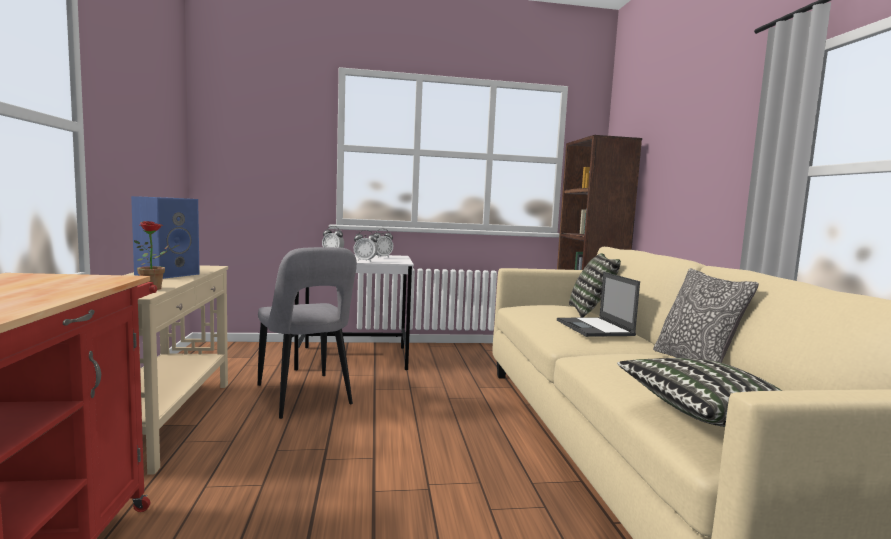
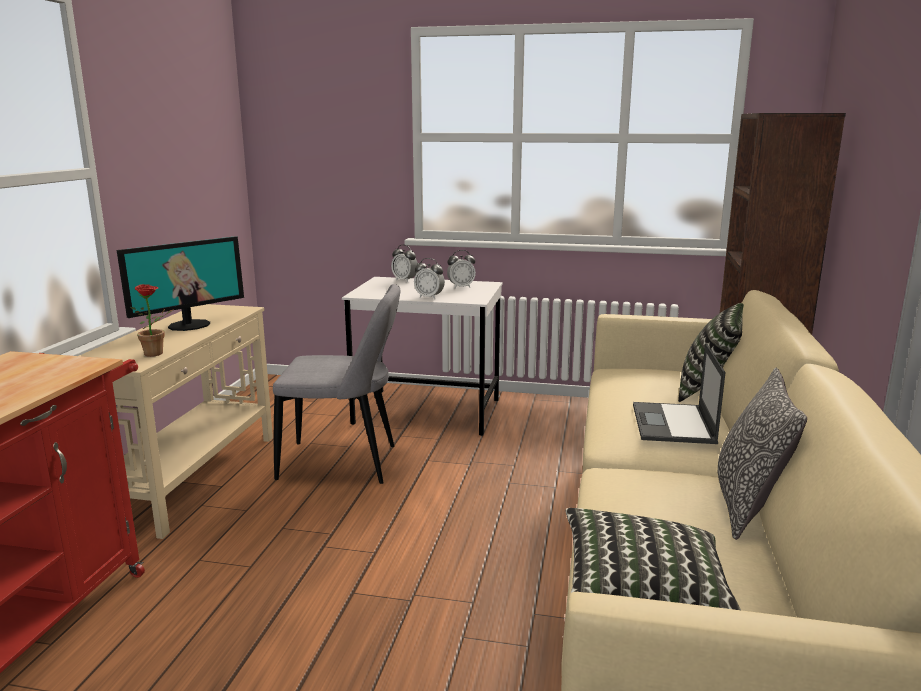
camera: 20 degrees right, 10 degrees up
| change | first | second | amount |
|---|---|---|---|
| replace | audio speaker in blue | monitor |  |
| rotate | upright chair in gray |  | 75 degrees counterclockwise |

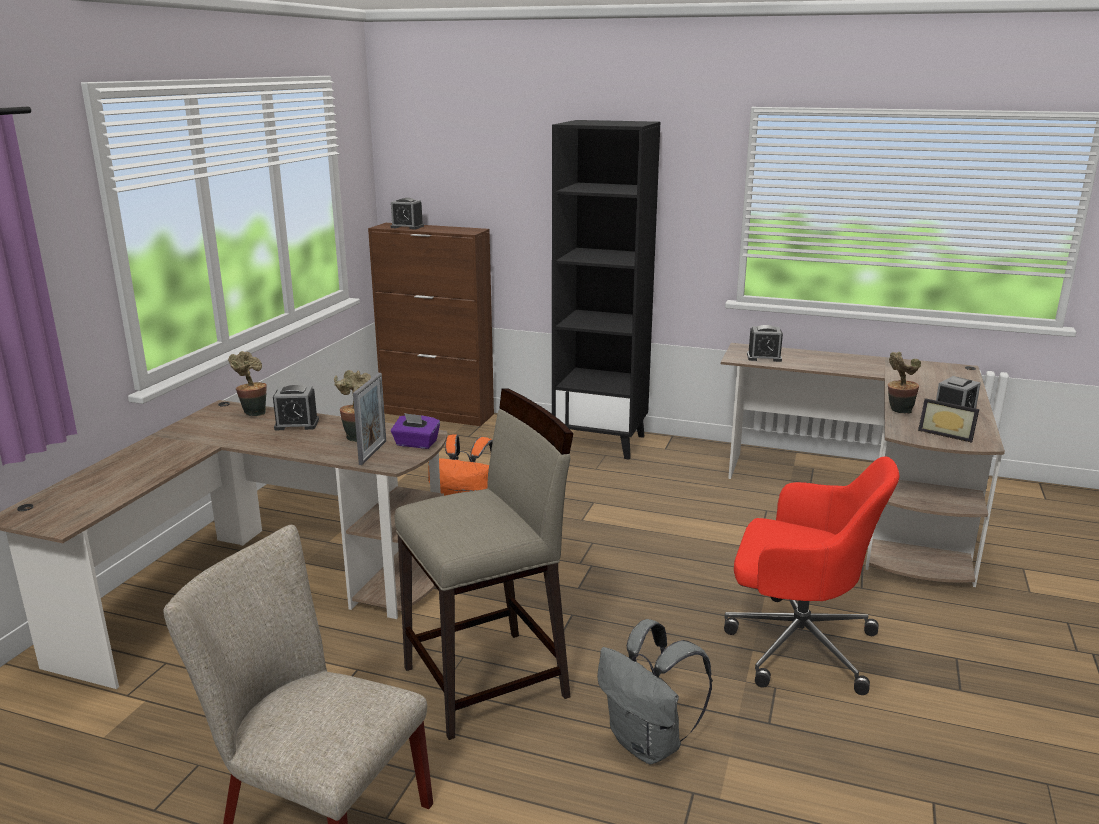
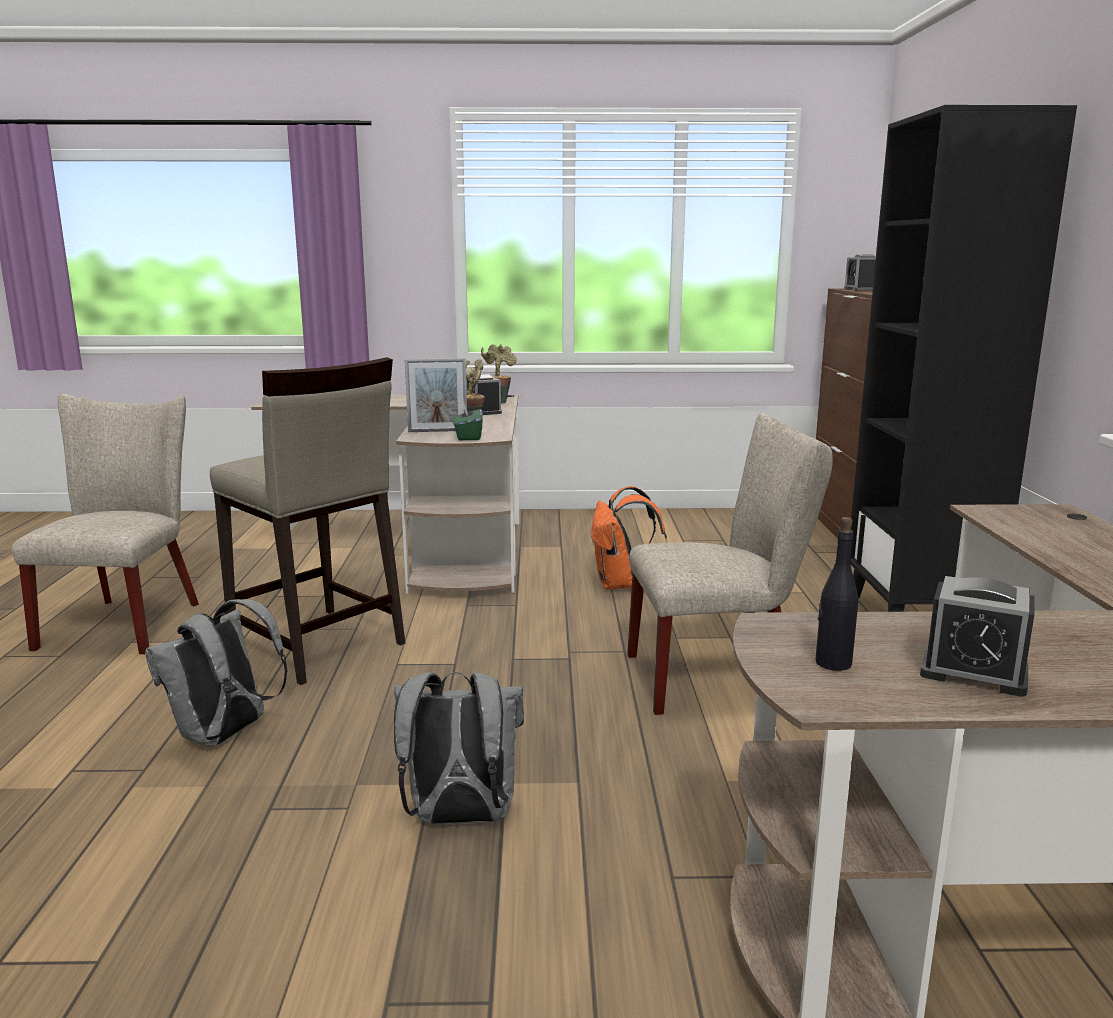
camera: 70 degrees right, 5 degrees down
| change | first | second | amount |
|---|---|---|---|
| replace | desk chair in reddish | knapsack in gray (2nd from left) |  |
| recolor | box of tissues in purplish | box of tissues in green-coloured |  |
| insert |  | upright chair in sand-coloured (2nd from left) |  |
| replace | standing frame (2nd from left) | bottle in black-coloured |  |
| delete | alarm clock (3rd from left) |  |  |
| delete | plant in a pot (3rd from left) |  |  |

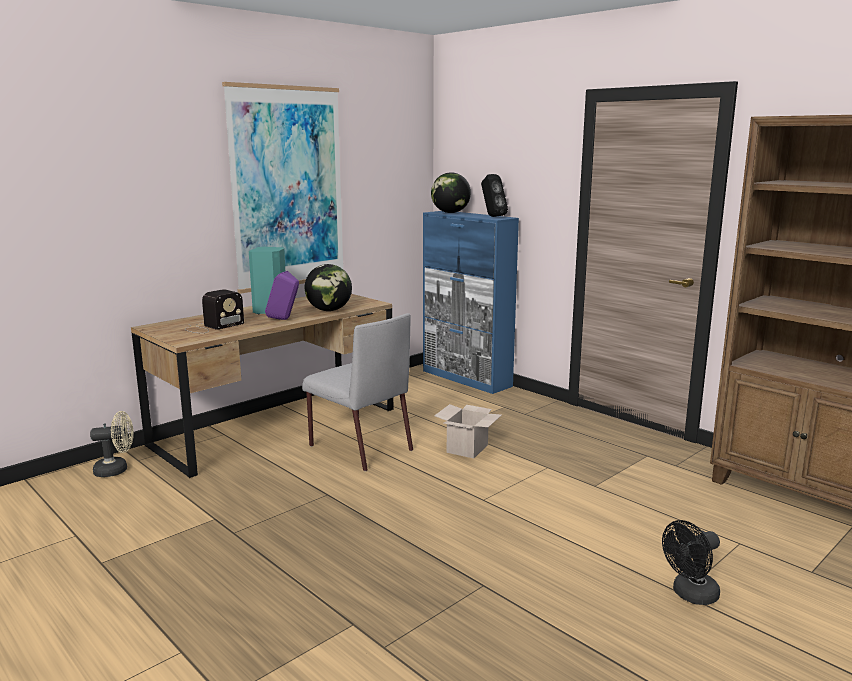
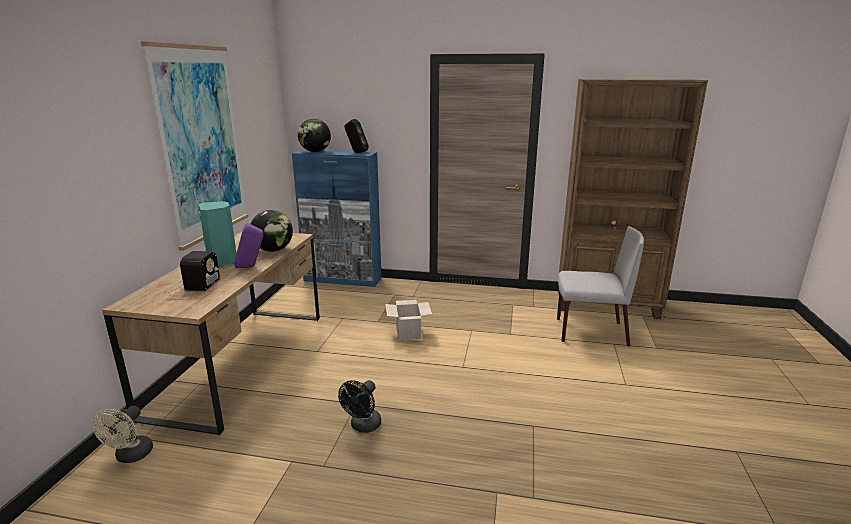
camera: 35 degrees left, 5 degrees up
| change | first | second | amount |
|---|---|---|---|
| rotate | electric fan in sand-coloured |  | 150 degrees clockwise |
| move | electric fan in black-coloured |  |  |
| move | upright chair in gray |  |  |

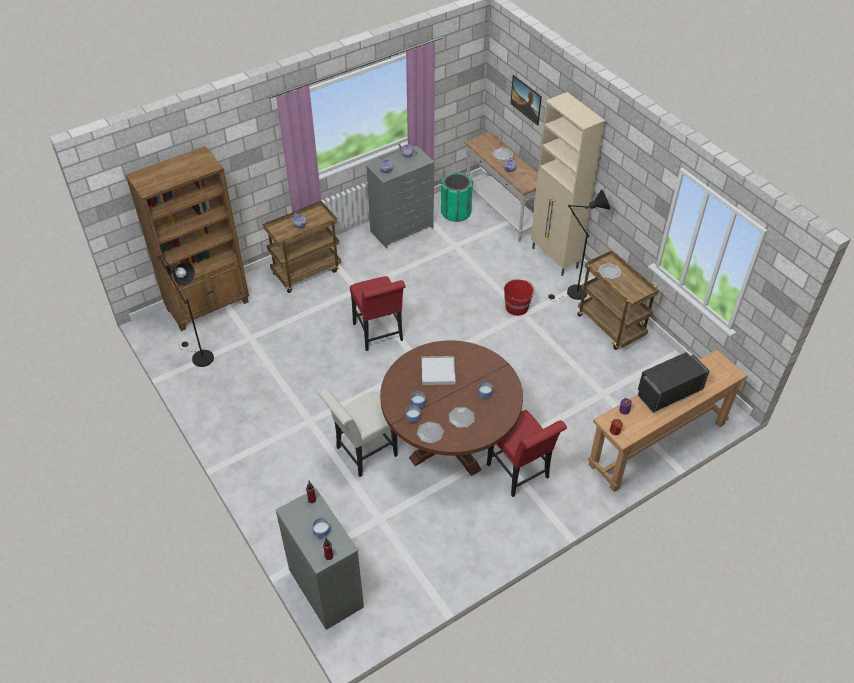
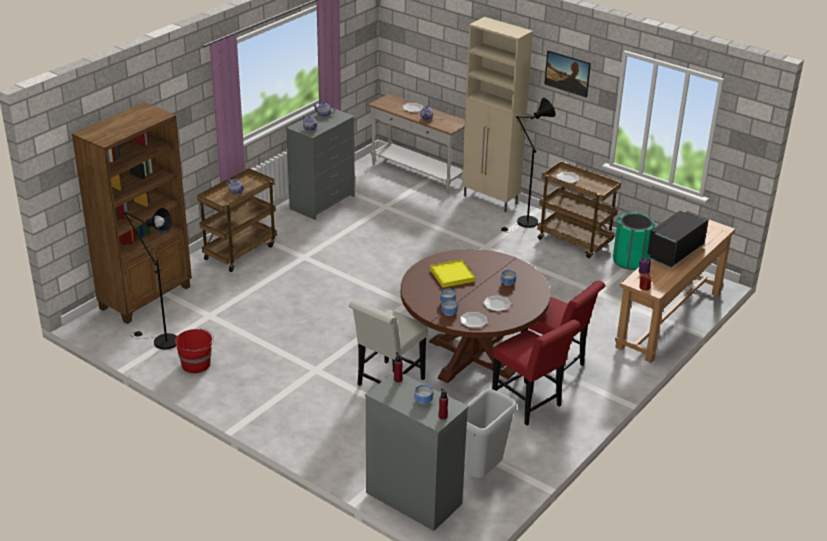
camera: 20 degrees left, 15 degrees down
| change | first | second | amount |
|---|---|---|---|
| move | bucket in reddish |  |  |
| recolor | carrying tray in whitish | carrying tray in yellowish |  |
| insert |  | rubbish bin in gray |  |
| move | upright chair in reddish (1st from left) |  |  |
| move | wall art |  |  |
| move | rubbish bin in green-coloured |  |  |

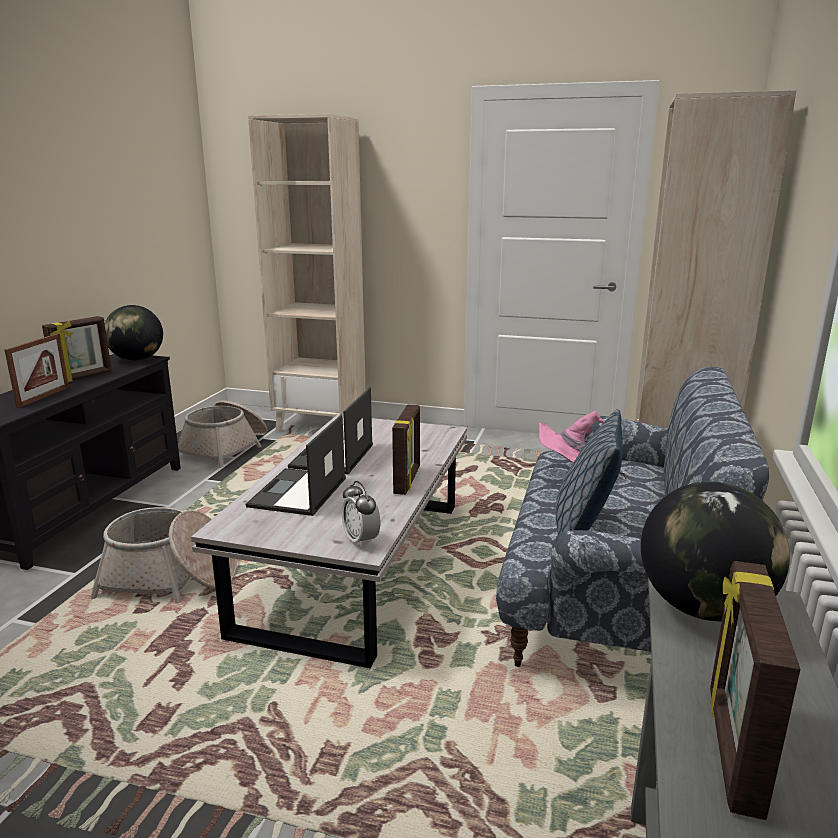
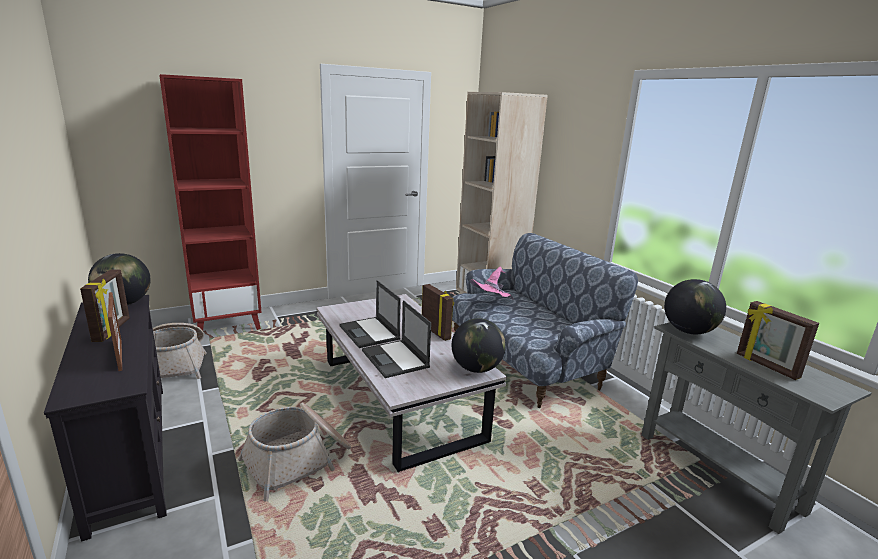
camera: 45 degrees left, 0 degrees up
| change | first | second | amount |
|---|---|---|---|
| recolor | bookshelf in sand-coloured (1st from left) | bookshelf in reddish |  |
| replace | alarm clock | world globe (2nd from left) |  |
| delete | pillow |  |  |

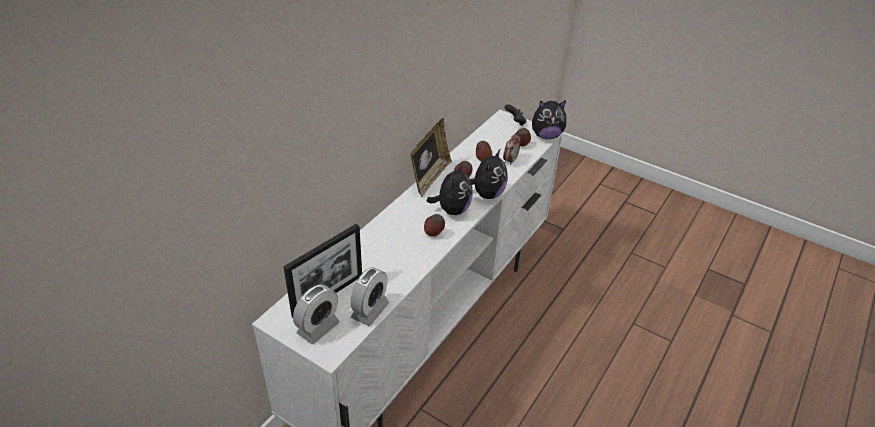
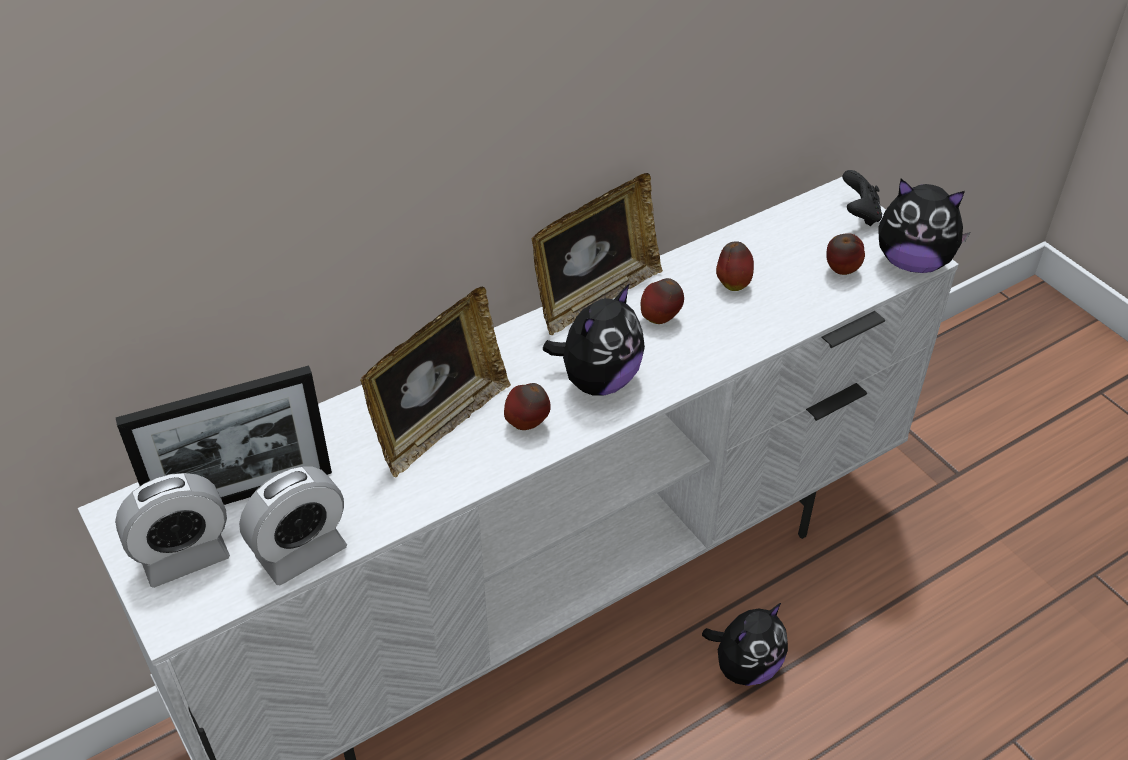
camera: 25 degrees right, 5 degrees up
| change | first | second | amount |
|---|---|---|---|
| insert |  | standing frame (2nd from left) |  |
| move | plush toy (2nd from left) |  |  |
| delete | alarm clock (3rd from left) |  |  |

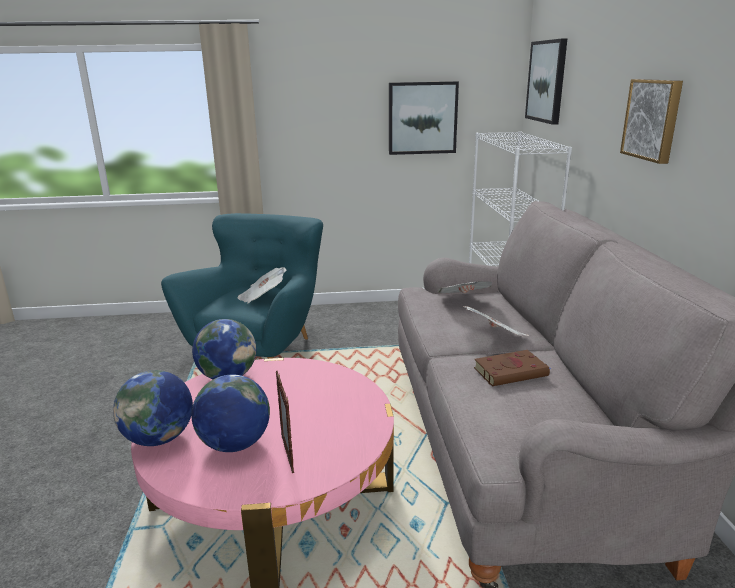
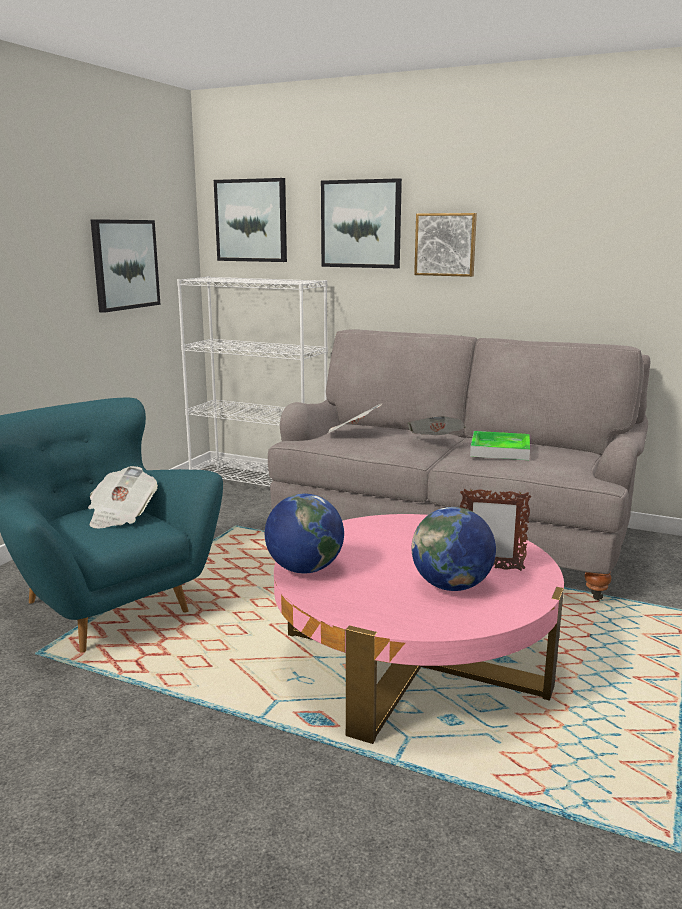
camera: 60 degrees left, 5 degrees down
| change | first | second | amount |
|---|---|---|---|
| insert |  | wall art (3rd from left) |  |
| replace | book in brownish | carrying tray |  |
| delete | world globe (1st from left) |  |  |

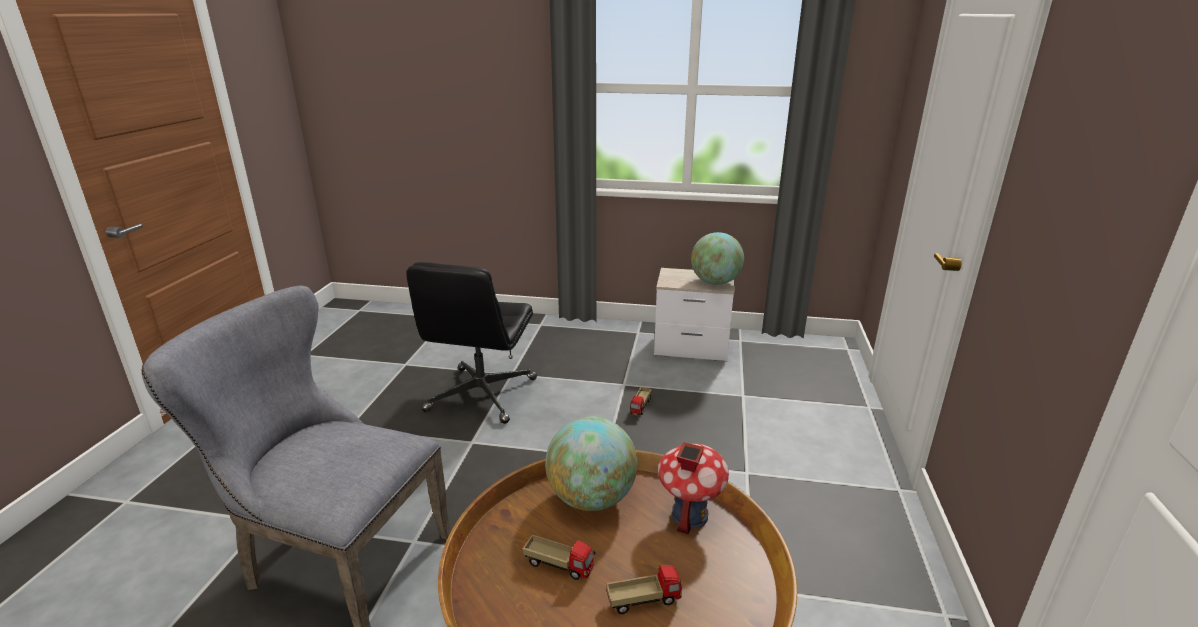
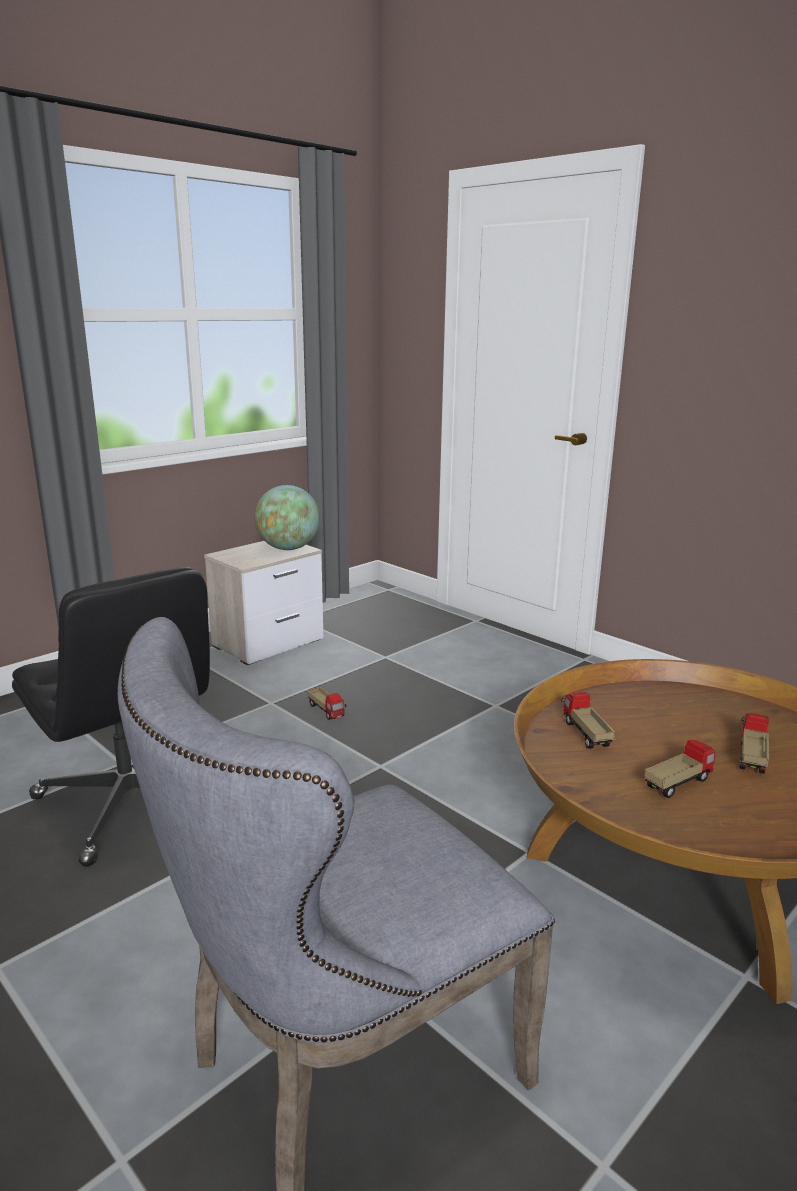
camera: 55 degrees left, 5 degrees down
| change | first | second | amount |
|---|---|---|---|
| replace | world globe (1st from left) | toy lorry (2nd from left) |  |
| delete | miniature house |  |  |

